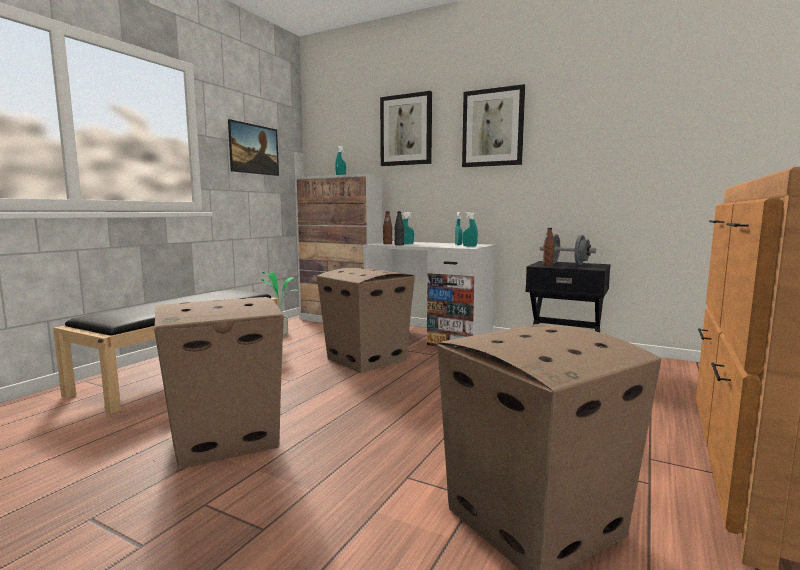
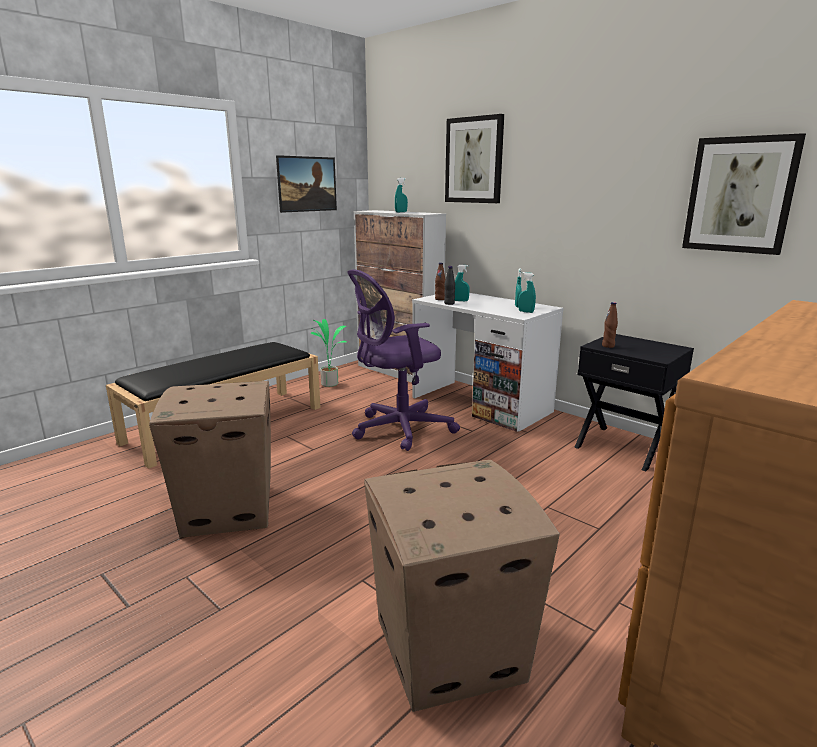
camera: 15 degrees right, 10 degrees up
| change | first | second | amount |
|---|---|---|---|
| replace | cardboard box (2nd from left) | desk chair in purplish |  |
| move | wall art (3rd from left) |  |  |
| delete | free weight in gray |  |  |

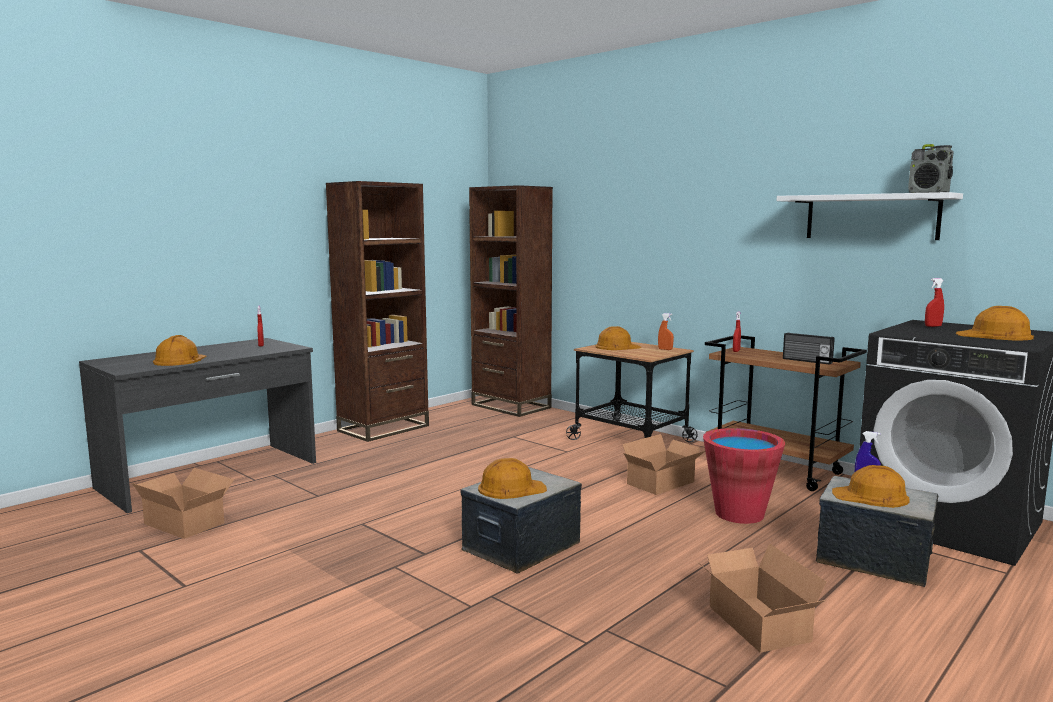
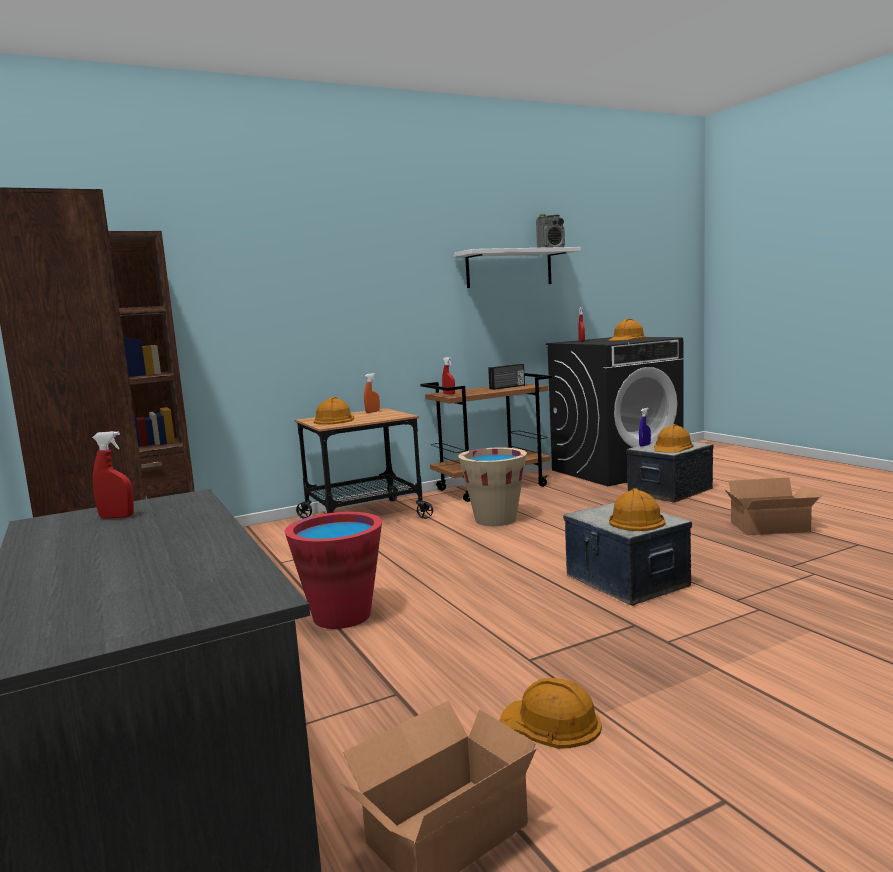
camera: 70 degrees left, 0 degrees up
| change | first | second | amount |
|---|---|---|---|
| move | bucket in reddish |  |  |
| replace | cardboard box (2nd from left) | bucket in sand-coloured |  |
| move | work helmet in orange (1st from left in the first image) | work helmet in orange (2nd from left) |  |

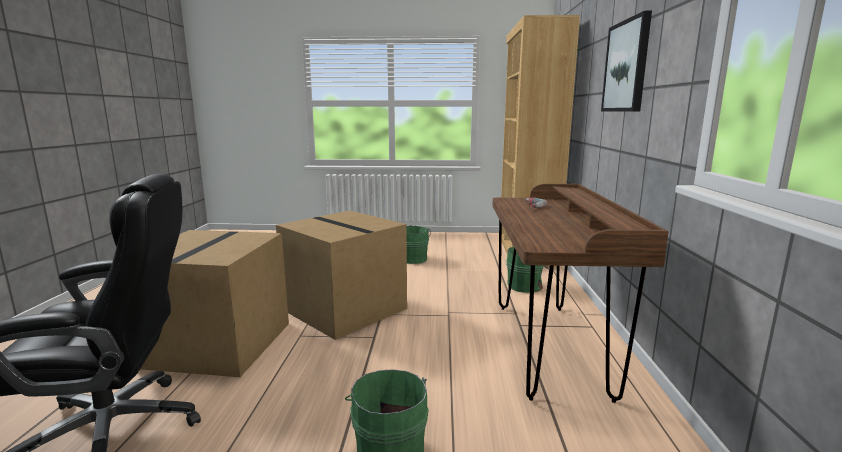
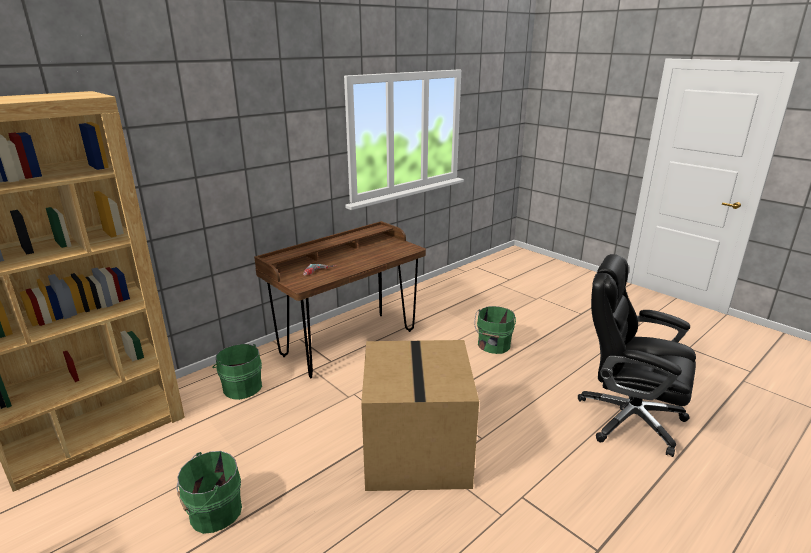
camera: 135 degrees left, 10 degrees up
| change | first | second | amount |
|---|---|---|---|
| delete | cardboard box (1st from left) |  |  |
| delete | wall art |  |  |

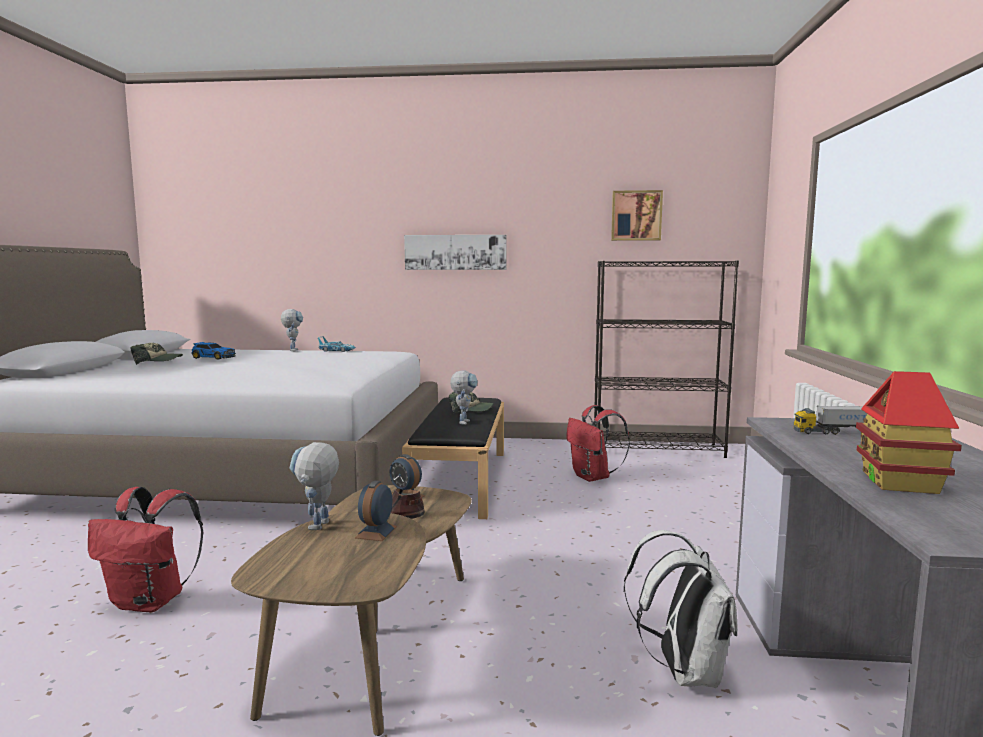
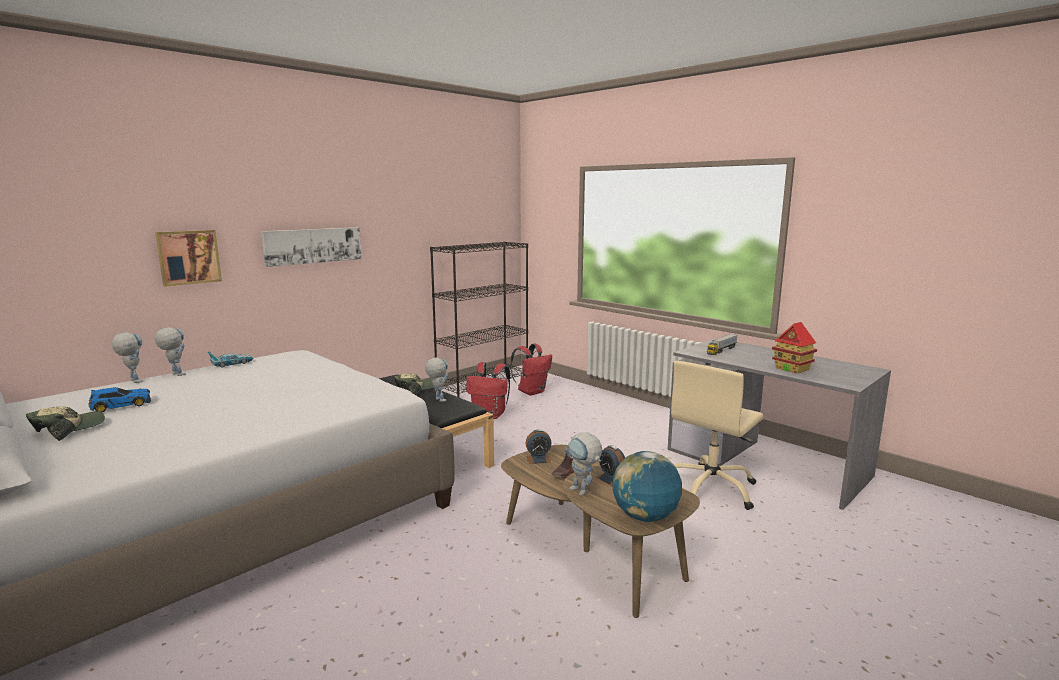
camera: 50 degrees left, 5 degrees up
| change | first | second | amount |
|---|---|---|---|
| insert |  | model robot (1st from left) |  |
| move | wall art (2nd from left in the first image) | wall art (1st from left) |  |
| move | knapsack in reddish (1st from left in the first image) | knapsack in reddish (2nd from left) |  |
| insert |  | world globe |  |
| replace | knapsack in whitish | desk chair in sand-coloured |  |

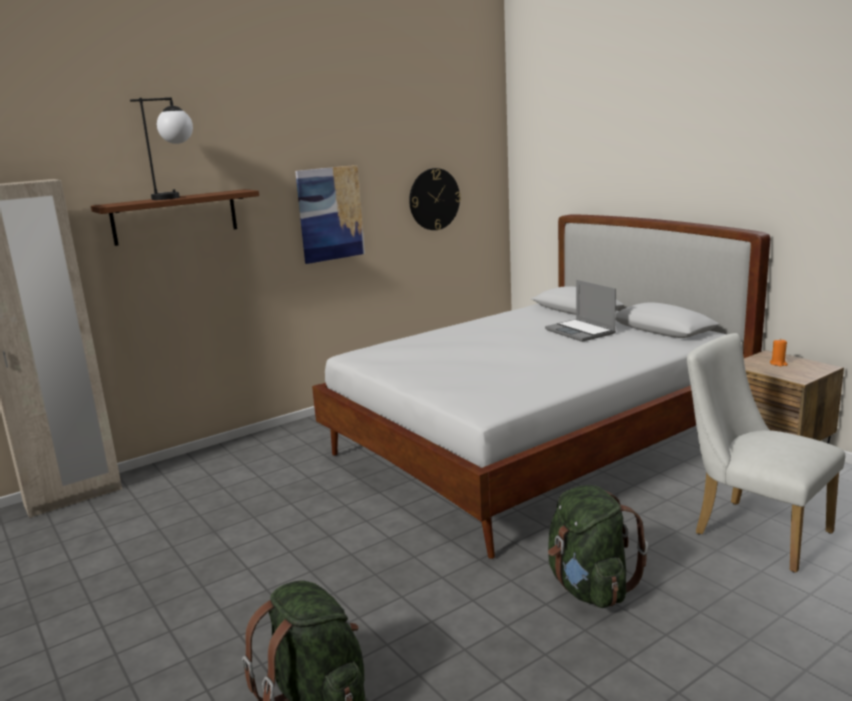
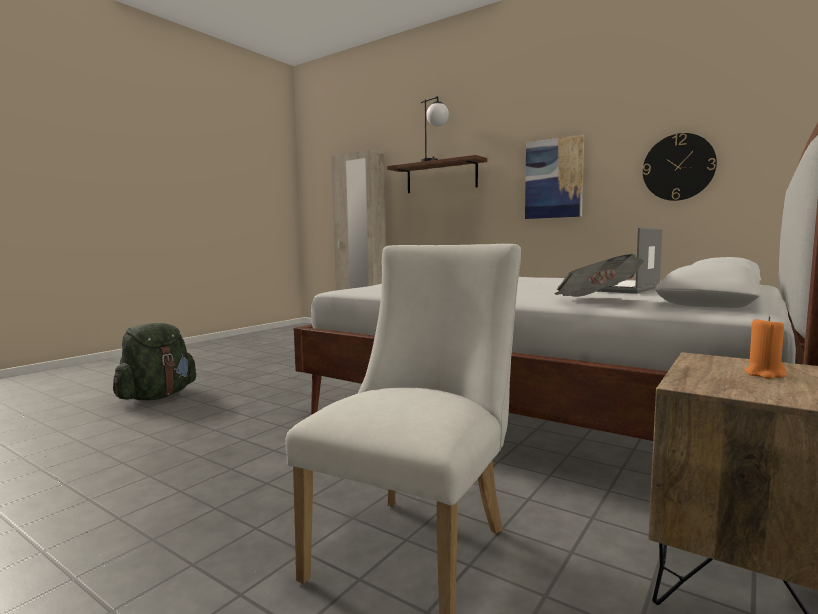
camera: 70 degrees right, 10 degrees down
| change | first | second | amount |
|---|---|---|---|
| insert |  | daily paper |  |
| delete | knapsack in green-coloured (2nd from left) |  |  |

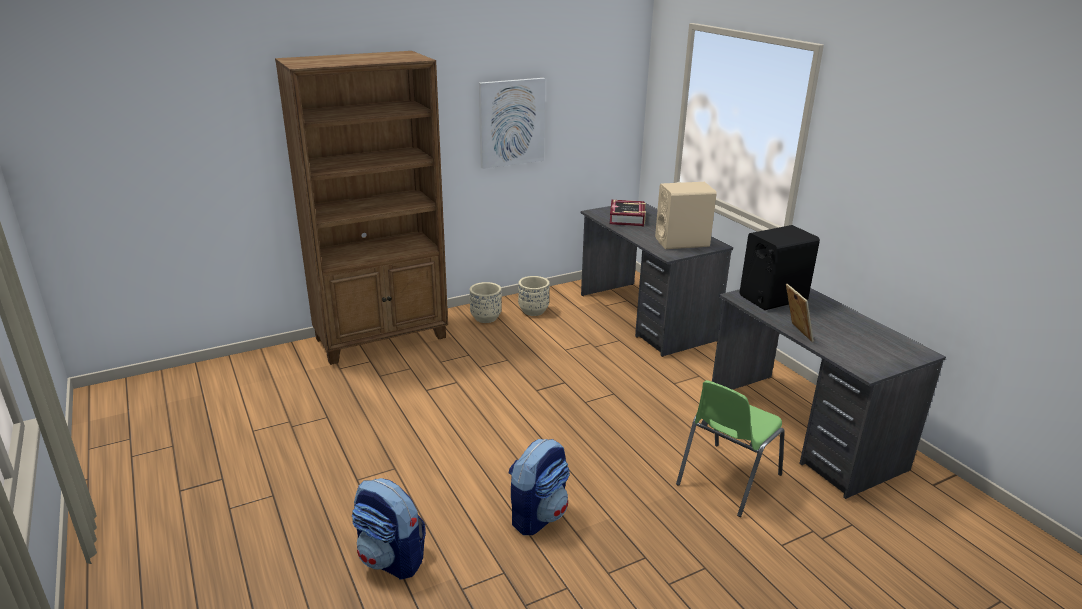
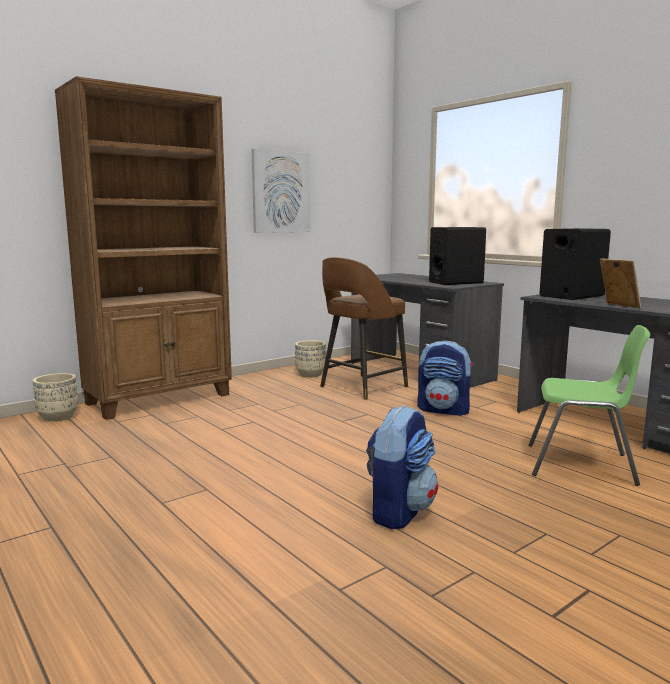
camera: 10 degrees left, 15 degrees down
| change | first | second | amount |
|---|---|---|---|
| move | flower pot in sand-coloured (1st from left) |  |  |
| insert |  | sitting stool in brownish |  |
| move | knapsack (1st from left in the first image) | knapsack (2nd from left) |  |
| recolor | audio speaker in sand-coloured | audio speaker in black-coloured (1st from left) |  |
| rotate | upright chair in green-coloured |  | 105 degrees counterclockwise |
| delete | book |  |  |

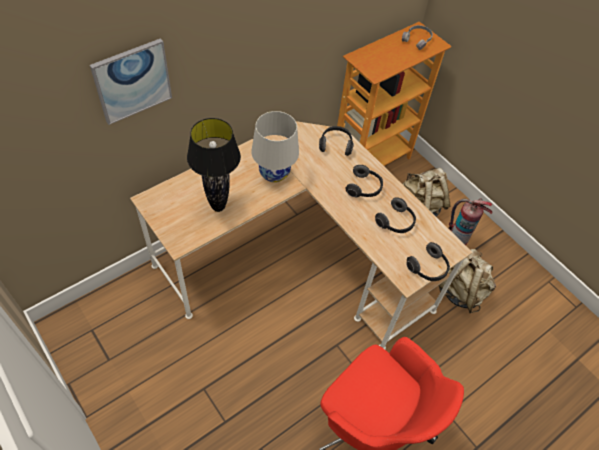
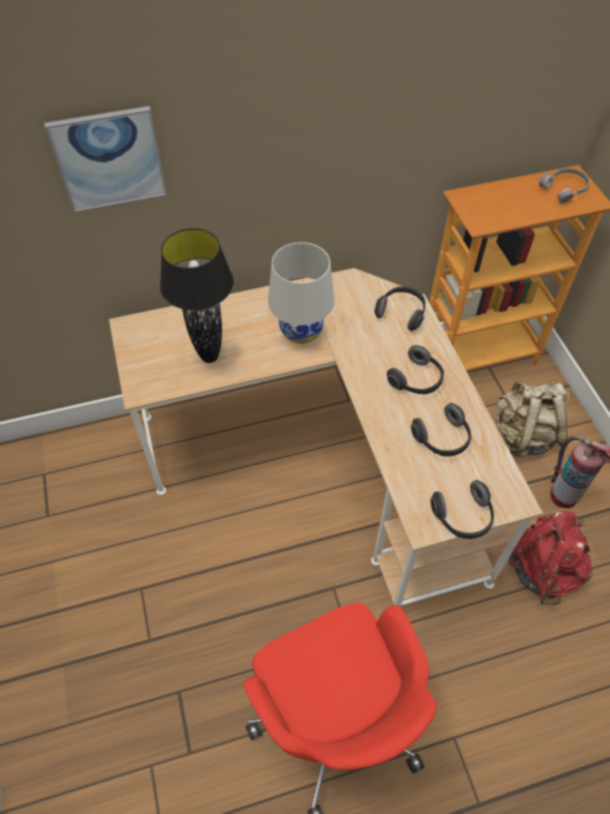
camera: 25 degrees right, 0 degrees up
| change | first | second | amount |
|---|---|---|---|
| recolor | knapsack in sand-coloured (2nd from left) | knapsack in reddish |  |

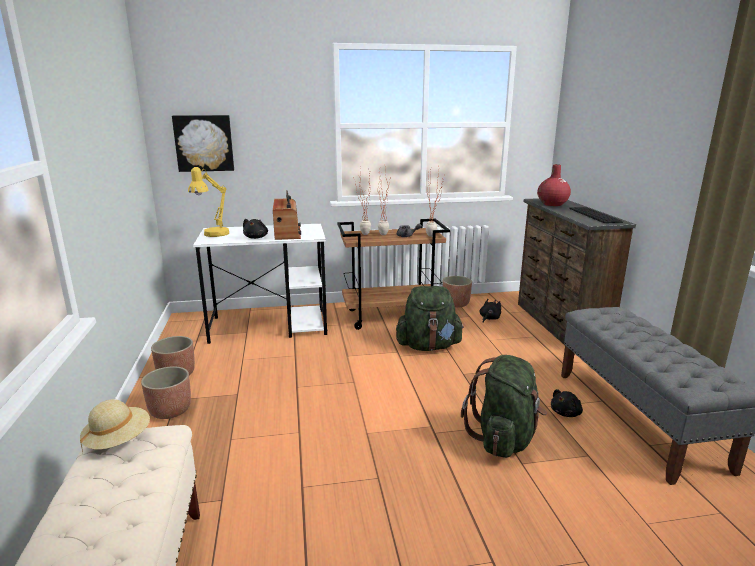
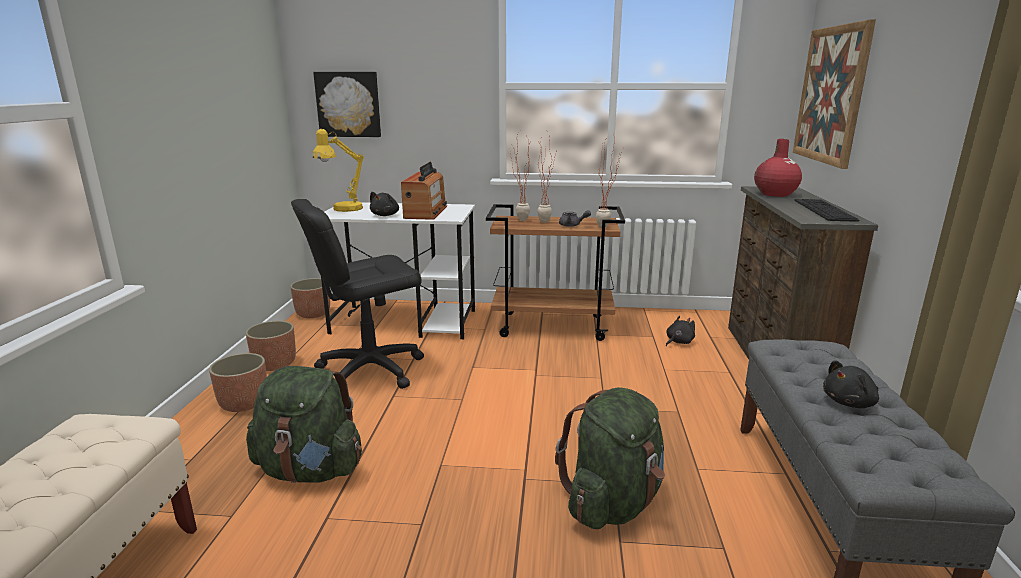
camera: 15 degrees right, 0 degrees up
| change | first | second | amount |
|---|---|---|---|
| move | knapsack in green-coloured (1st from left) |  |  |
| move | flower pot (3rd from left) |  |  |
| insert |  | desk chair in black-coloured |  |
| insert |  | wall art (2nd from left) |  |
| move | plush toy in black-coloured (3rd from left) |  |  |
| delete | hat in sand-coloured |  |  |

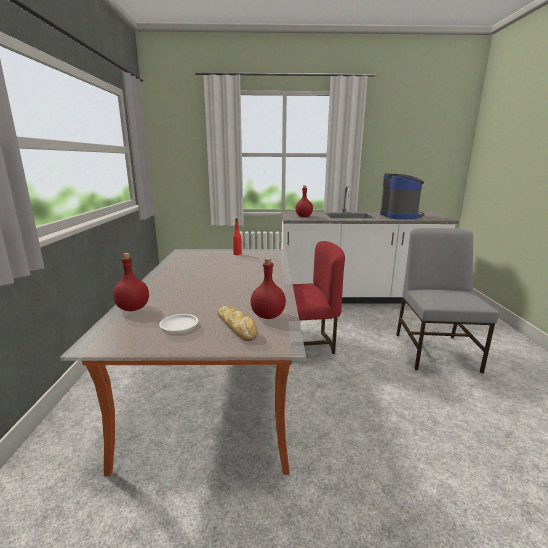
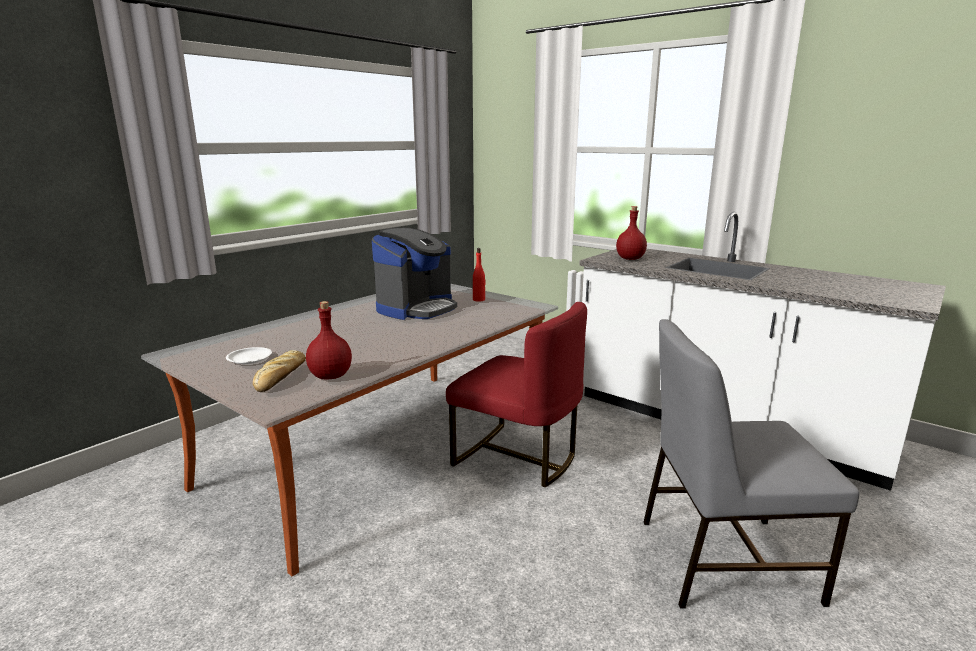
camera: 40 degrees right, 0 degrees up
| change | first | second | amount |
|---|---|---|---|
| move | coffee maker |  |  |
| rotate | upright chair in gray |  | 135 degrees counterclockwise |
| delete | bottle in reddish (1st from left) |  |  |

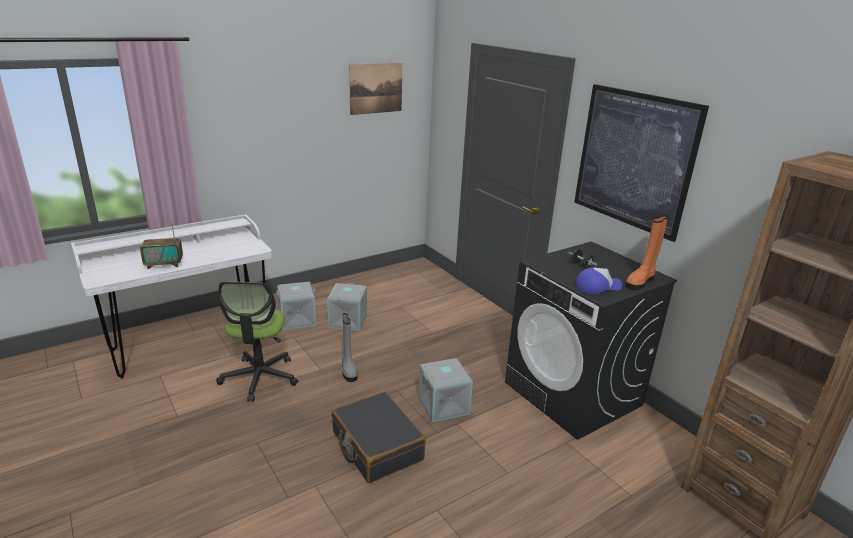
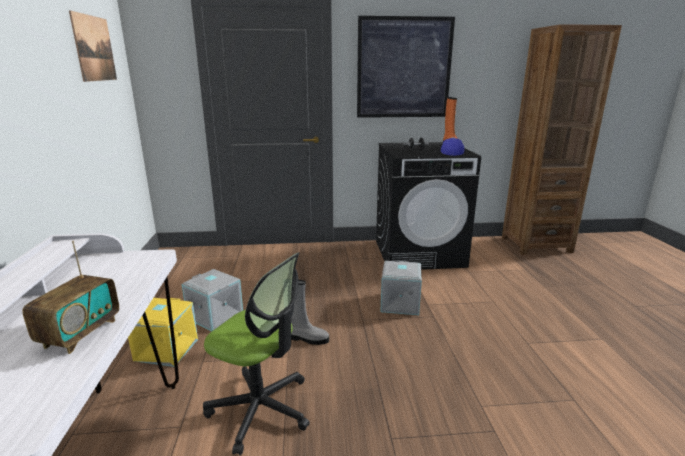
camera: 60 degrees left, 5 degrees down
| change | first | second | amount |
|---|---|---|---|
| recolor | storage box in gray (1st from left) | storage box in yellowish |  |
| delete | suitcase in black-coloured |  |  |

